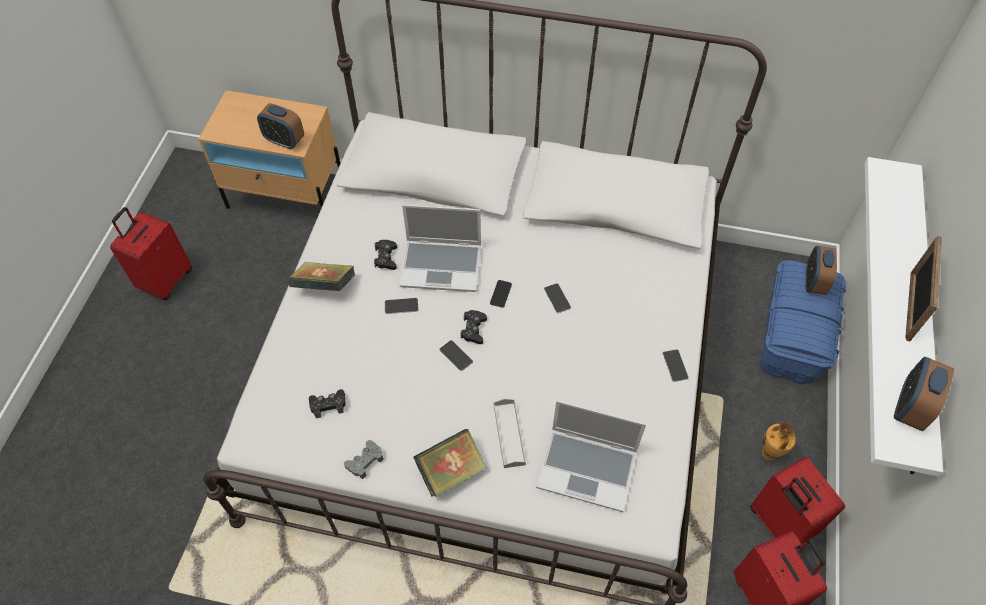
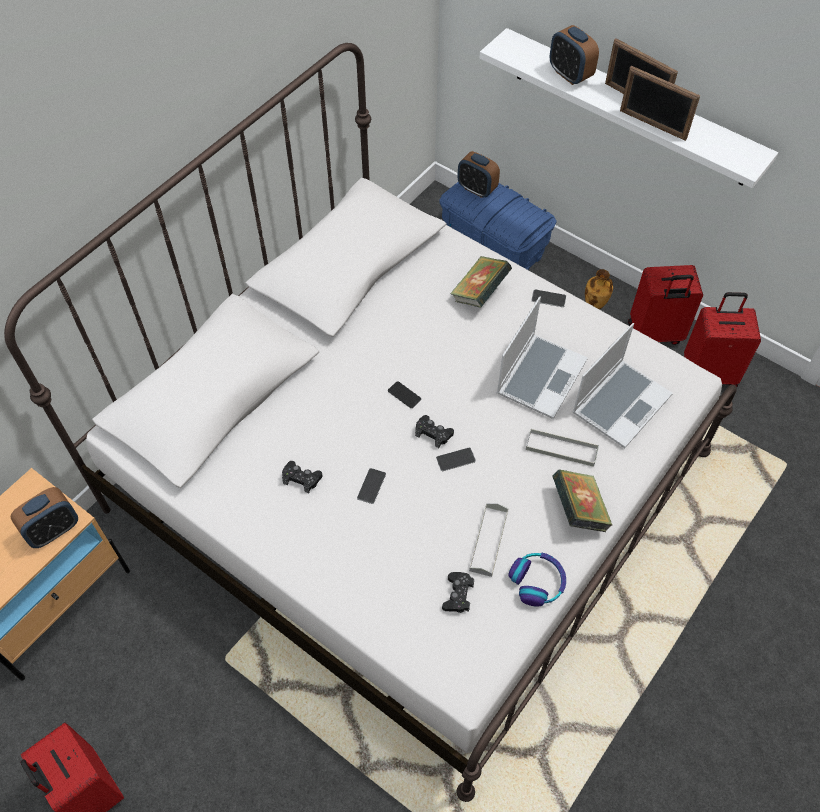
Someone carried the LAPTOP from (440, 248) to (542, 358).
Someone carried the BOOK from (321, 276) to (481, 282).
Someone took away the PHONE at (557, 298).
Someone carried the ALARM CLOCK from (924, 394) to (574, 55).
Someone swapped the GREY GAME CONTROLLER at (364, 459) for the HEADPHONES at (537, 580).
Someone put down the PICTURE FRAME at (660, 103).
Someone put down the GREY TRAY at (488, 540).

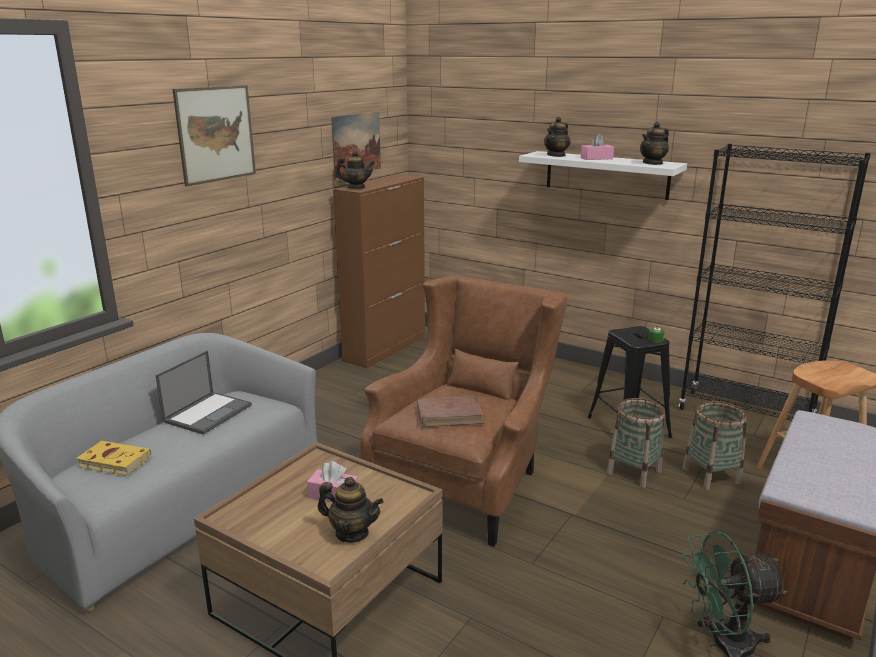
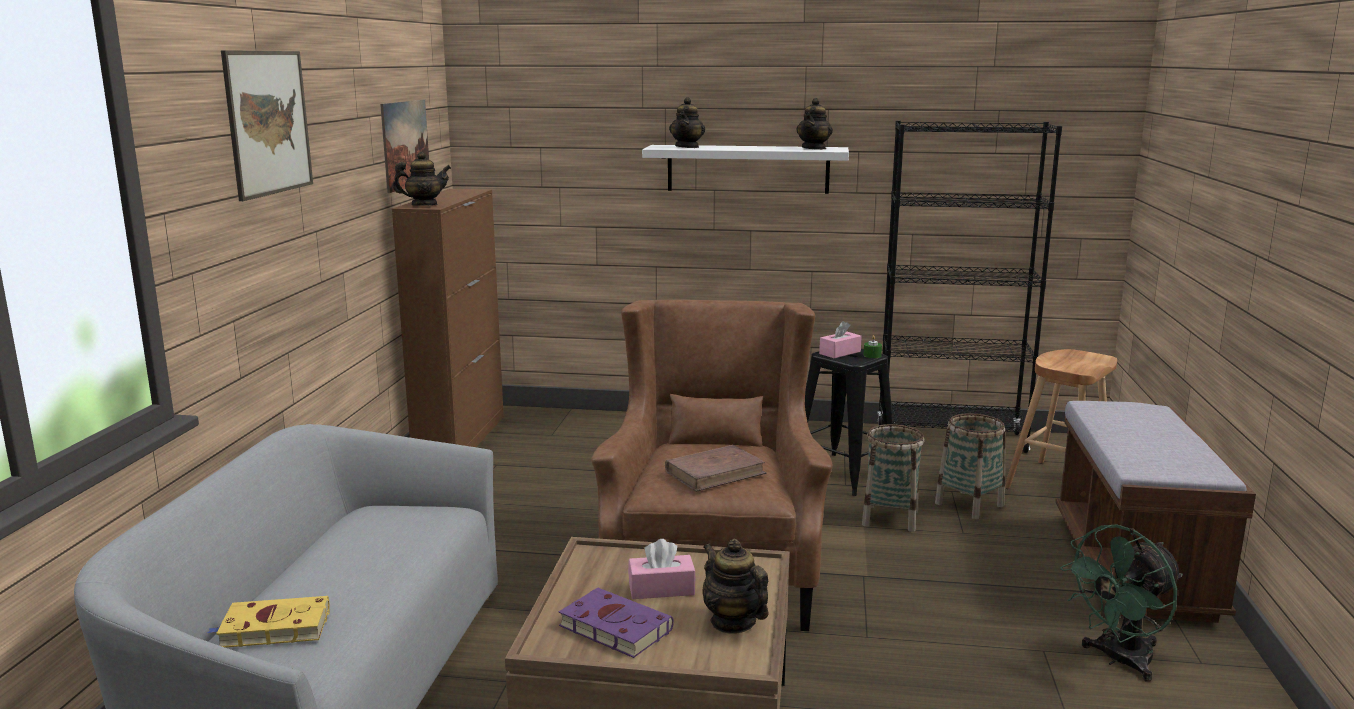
Someone carried the PINK TISSUE BOX from (597, 147) to (840, 339).
Someone took away the LAPTOP at (203, 393).
Someone rotated the TEAPOT at (351, 510) by 120 degrees counterclockwise.
Someone put down the PURPLE BOOK at (616, 623).

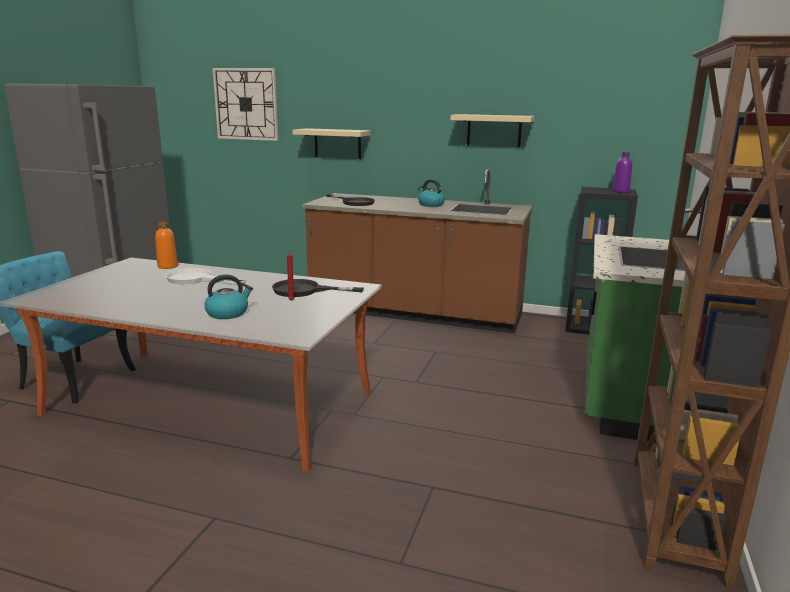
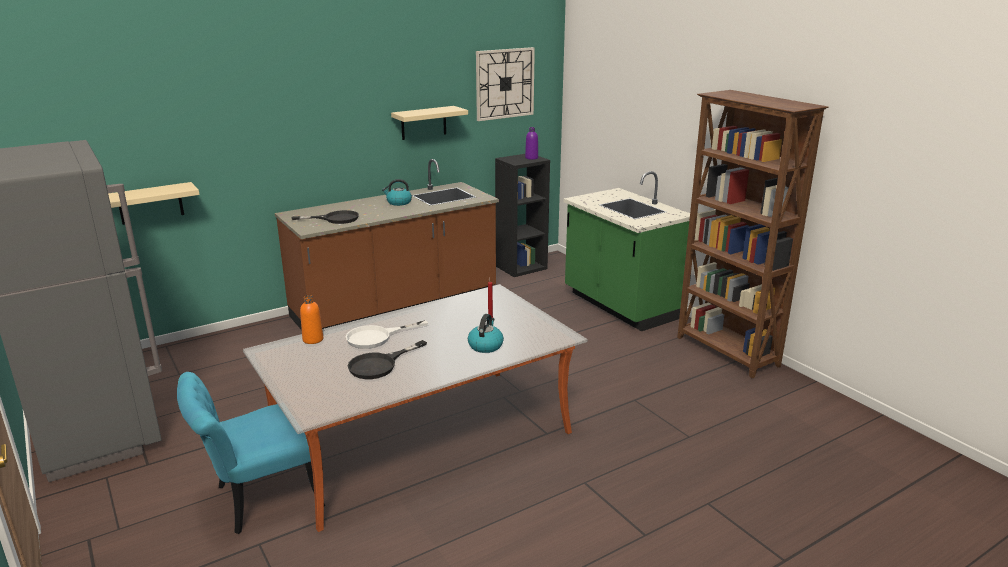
Someone carried the WALL CLOCK from (246, 104) to (505, 84).
Someone carried the BEIGE SHELF from (332, 143) to (154, 203).
Someone carried the BLACK FRYING PAN from (318, 288) to (387, 359).

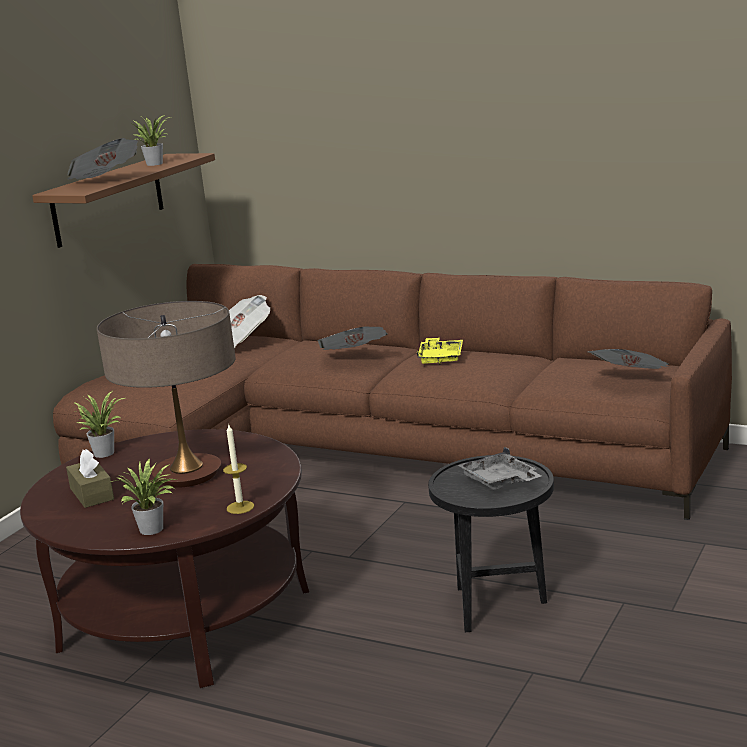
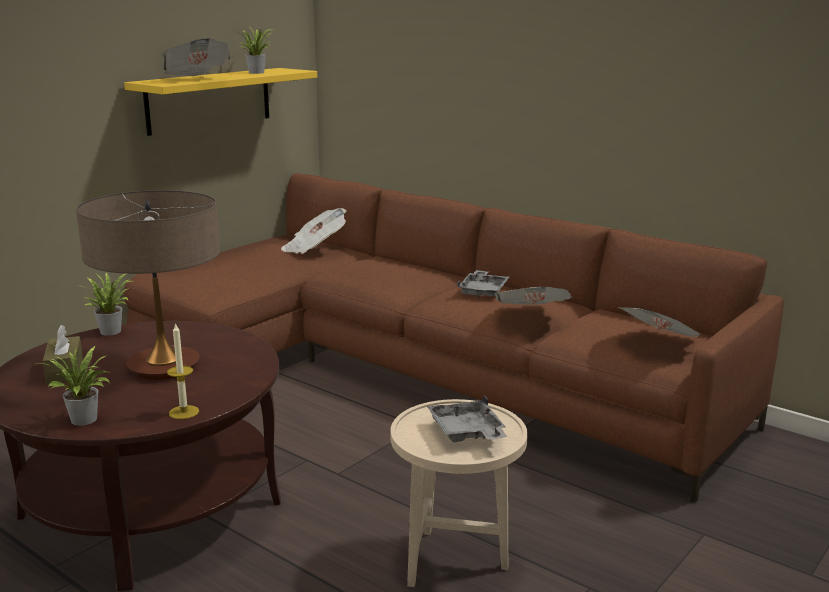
Someone repainted the BROWN SHELF at (123, 200), which became the YELLOW SHELF at (220, 102).
Someone carried the NEWSPAPER from (352, 338) to (533, 296).
Someone repainted the YELLOW TRAY at (440, 351), which became the GREY TRAY at (483, 283).
Someone repainted the BLACK SIDE TABLE at (491, 543), which became the BEIGE SIDE TABLE at (459, 493).

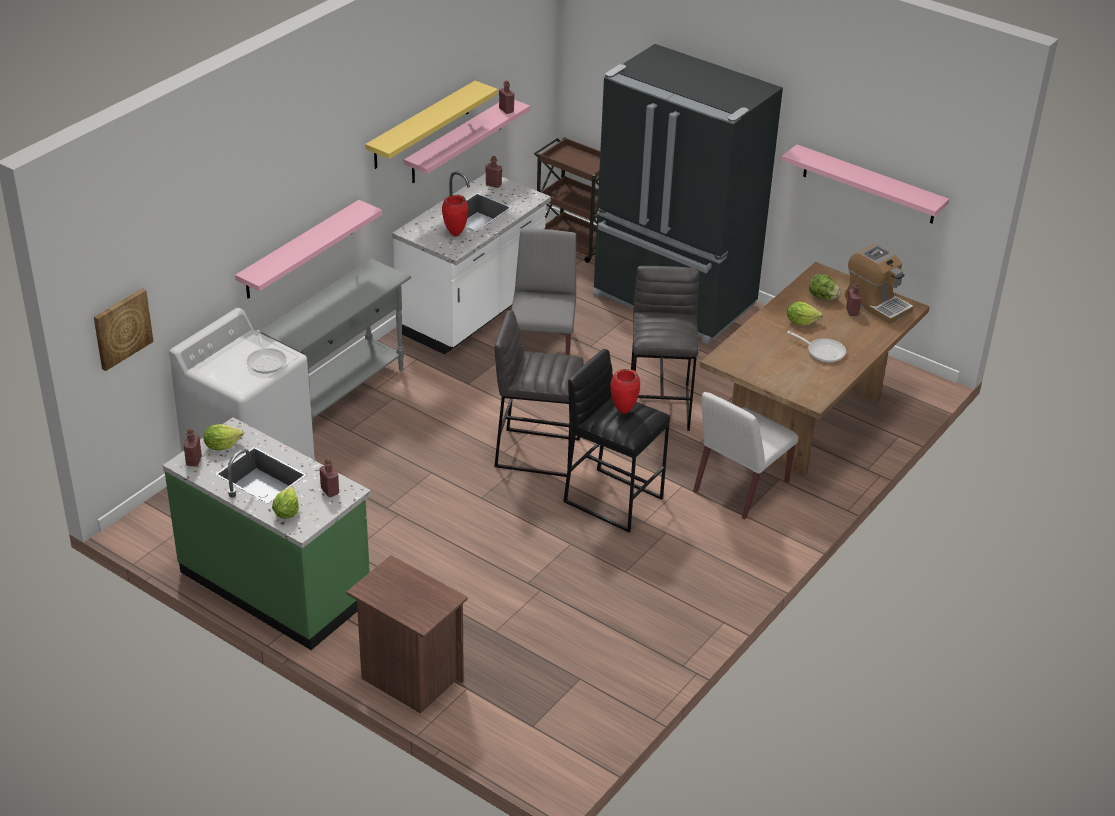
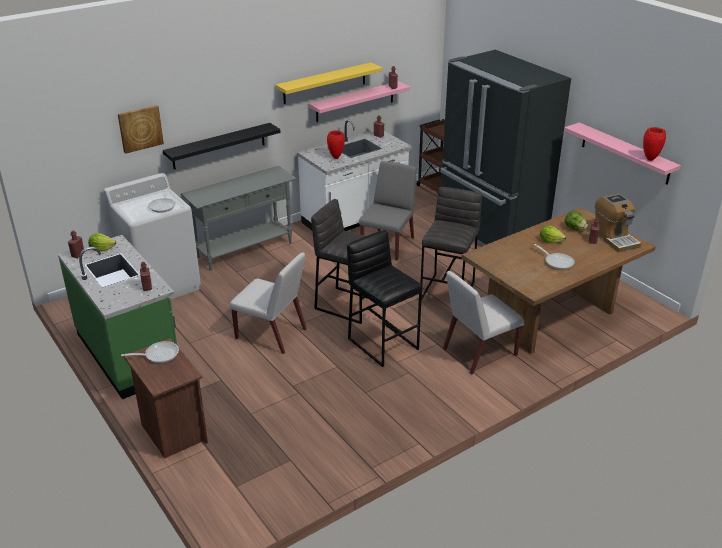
Someone repainted the PINK SHELF at (308, 249), which became the BLACK SHELF at (221, 146).
Someone carried the PICTURE from (124, 329) to (141, 129).
Someone carried the RED VASE from (625, 391) to (654, 144).
Someone took away the LETTUCE at (285, 502).
Someone put down the WHITE CHAIR at (268, 303).
Someone put down the FRYING PAN at (150, 352).

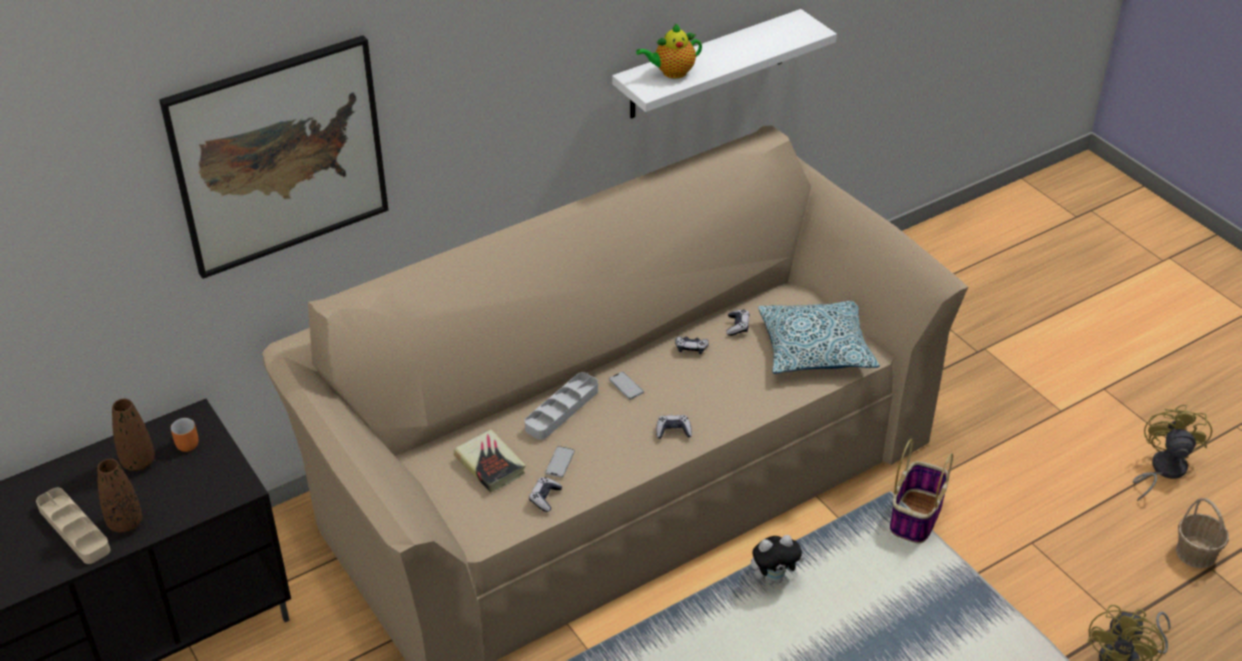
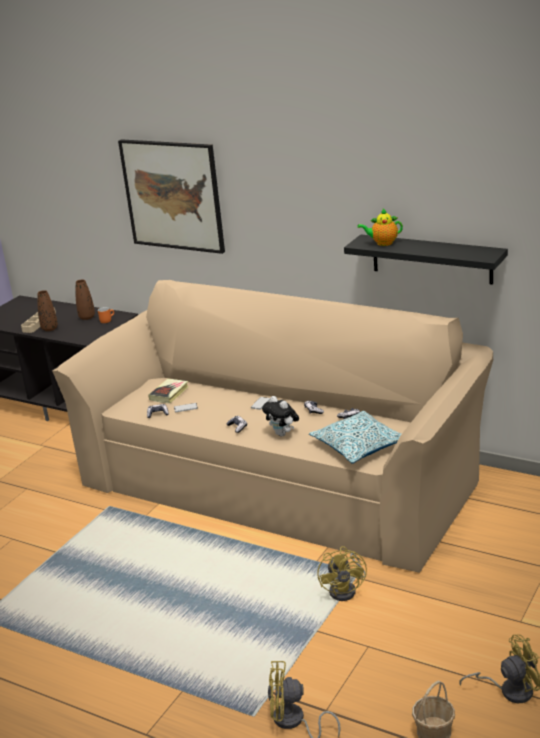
Someone repainted the WHITE SHELF at (724, 64), which became the BLACK SHELF at (426, 259).
Someone rotated the TEAPOT at (669, 51) by 45 degrees counterclockwise.
Someone took away the GREY TRAY at (561, 406).
Someone swapped the BASKET at (921, 491) for the YELLOW FAN at (342, 573).
Someone carried the PLUSH TOY from (777, 559) to (280, 416).

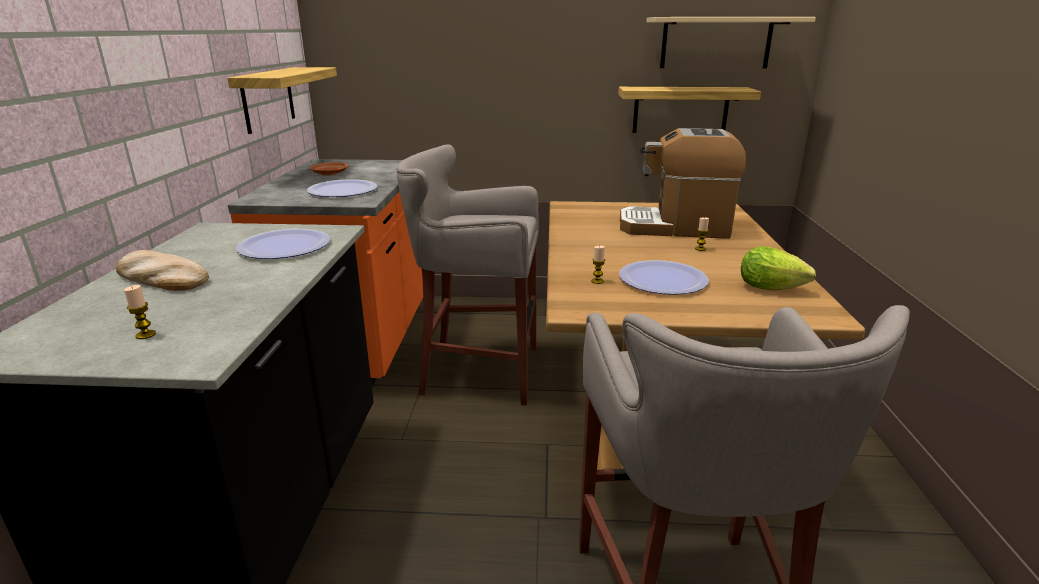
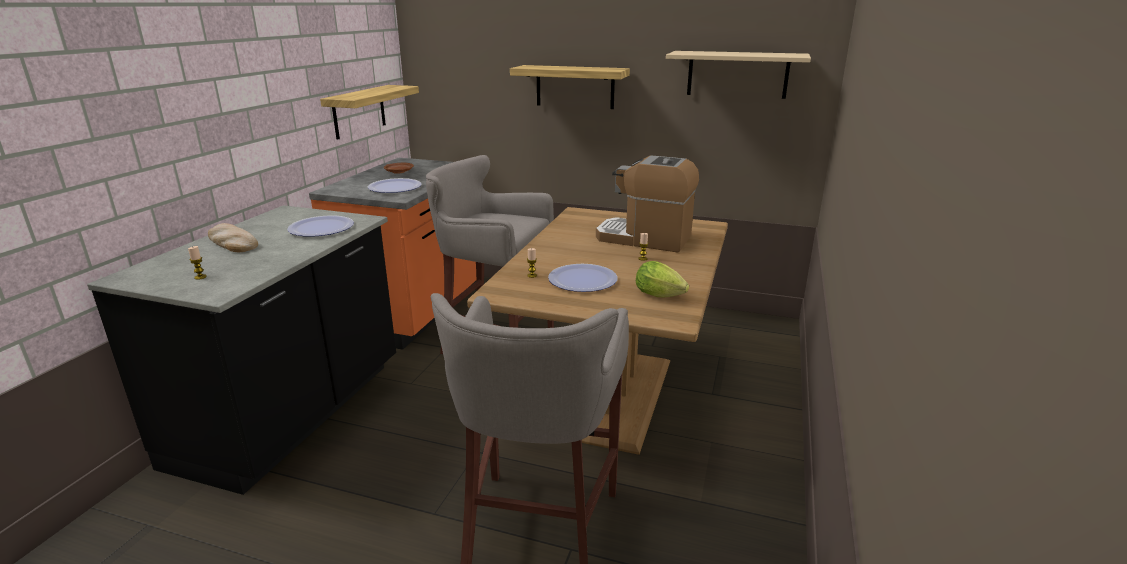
Someone carried the SHELF from (689, 110) to (570, 87).

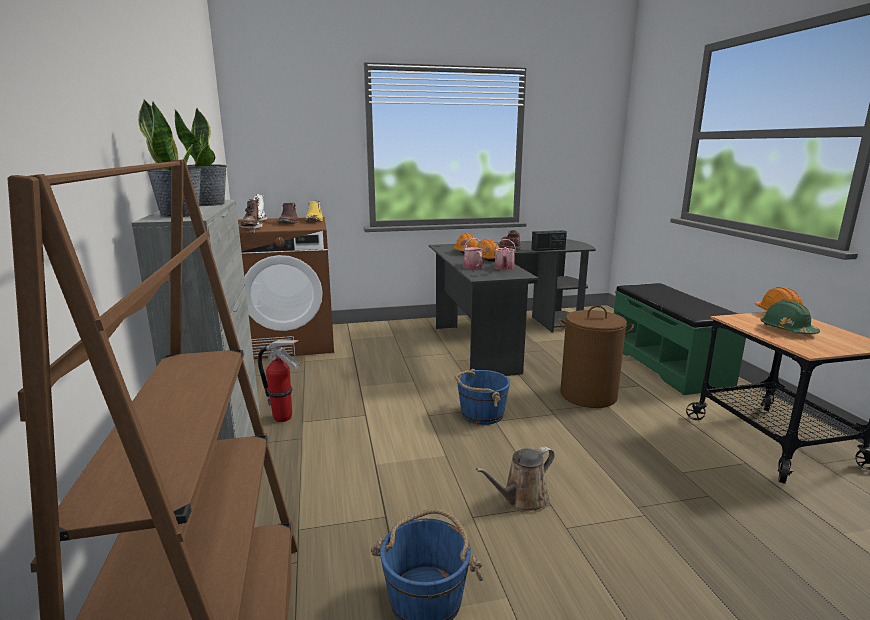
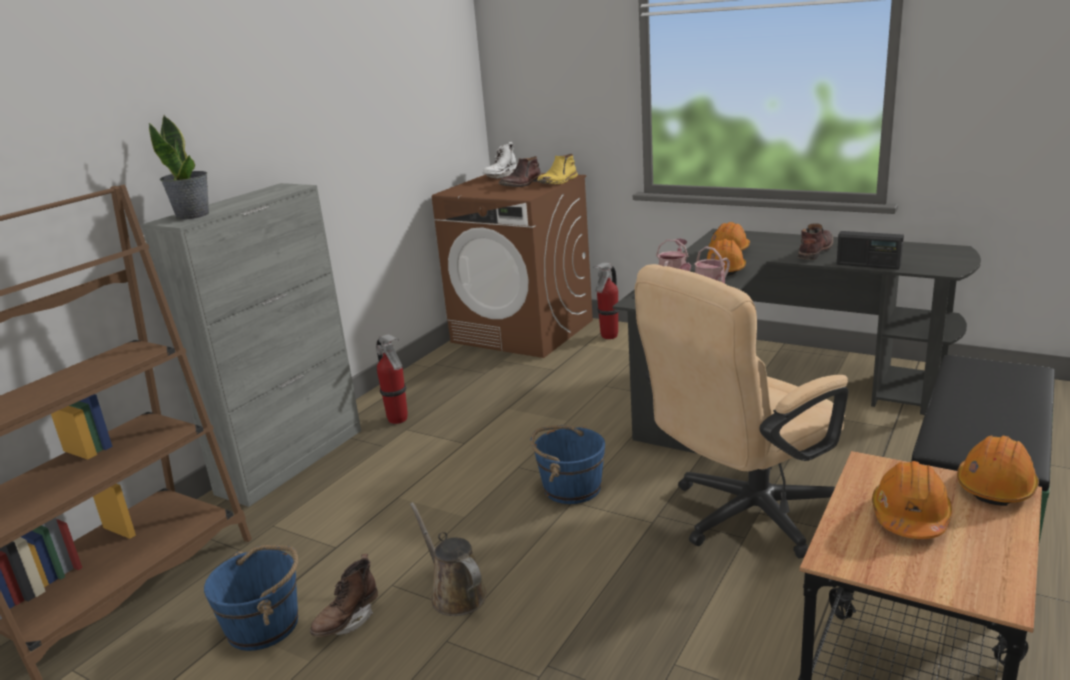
Someone took away the POTTED PLANT at (201, 157).
Someone carried the BROWN BOOT from (250, 214) to (344, 595).
Someone repainted the GREEN HARD HAT at (790, 317), which became the ORANGE HARD HAT at (912, 500).
Someone swapped the BROWN LAUNDRY BASKET at (596, 356) for the BEIGE OFFICE CHAIR at (742, 411).
Someone rotated the BROWN WATERING CAN at (515, 479) by 45 degrees clockwise.
Someone put down the FIRE EXTINGUISHER at (606, 301).

